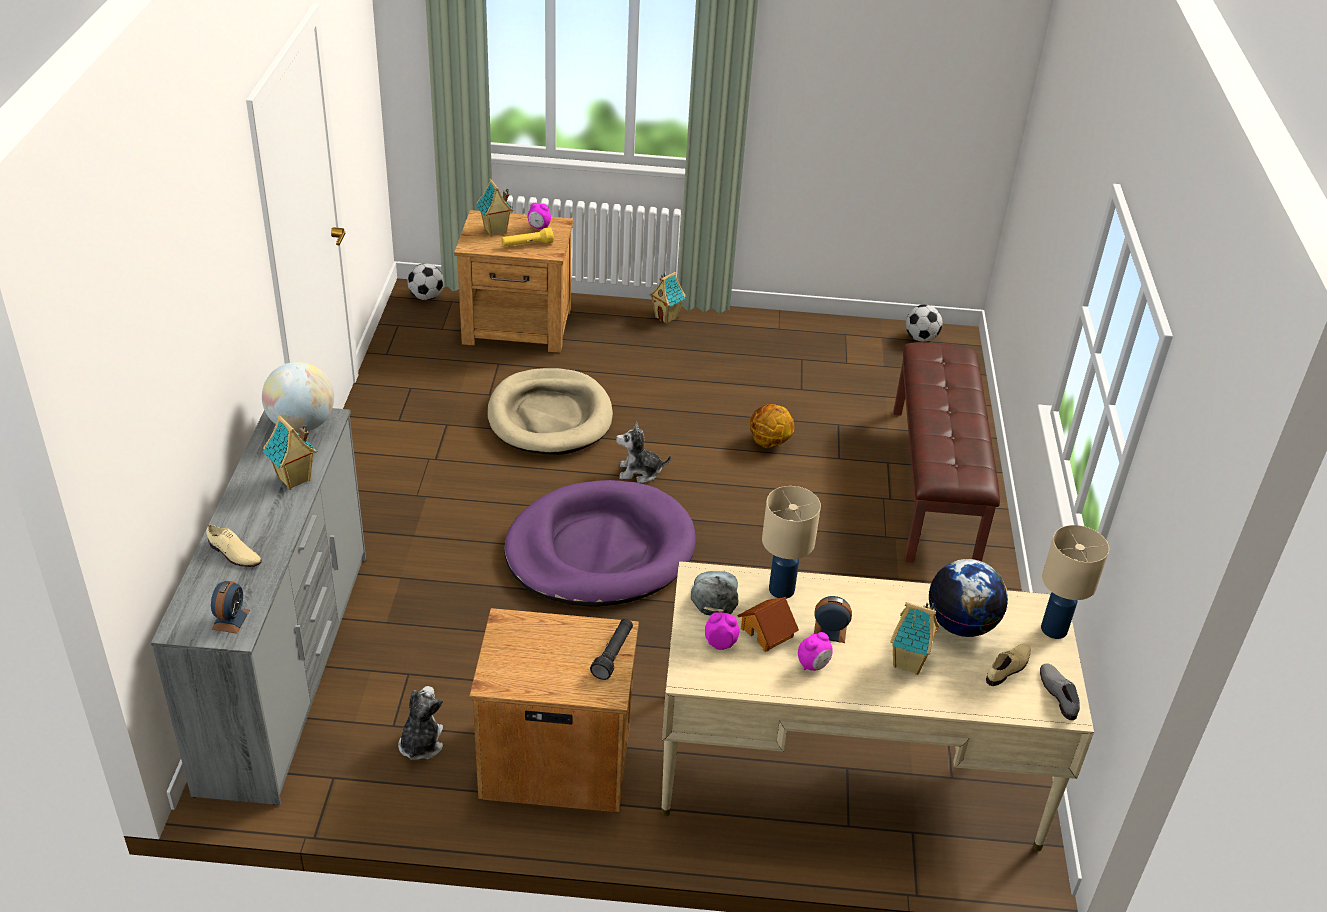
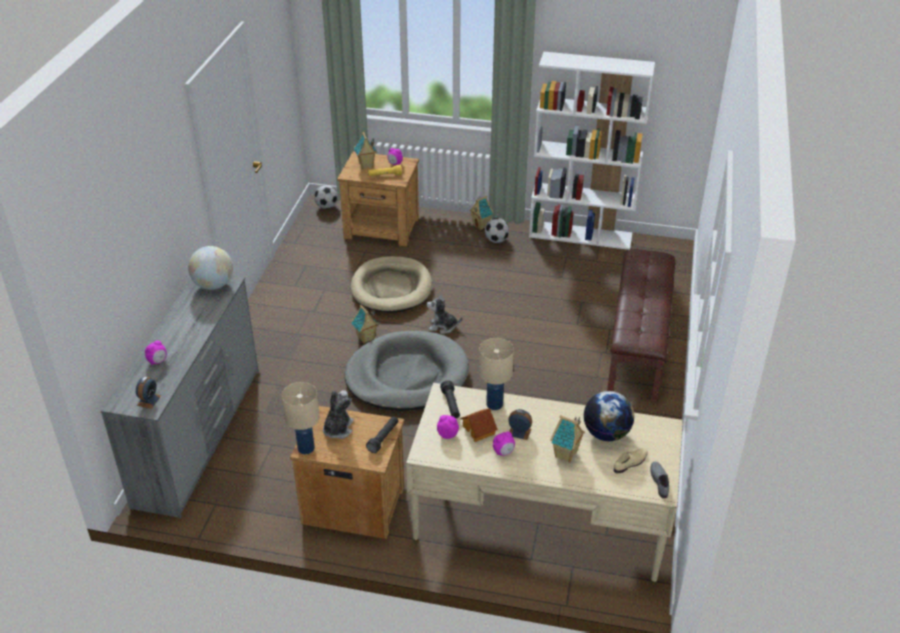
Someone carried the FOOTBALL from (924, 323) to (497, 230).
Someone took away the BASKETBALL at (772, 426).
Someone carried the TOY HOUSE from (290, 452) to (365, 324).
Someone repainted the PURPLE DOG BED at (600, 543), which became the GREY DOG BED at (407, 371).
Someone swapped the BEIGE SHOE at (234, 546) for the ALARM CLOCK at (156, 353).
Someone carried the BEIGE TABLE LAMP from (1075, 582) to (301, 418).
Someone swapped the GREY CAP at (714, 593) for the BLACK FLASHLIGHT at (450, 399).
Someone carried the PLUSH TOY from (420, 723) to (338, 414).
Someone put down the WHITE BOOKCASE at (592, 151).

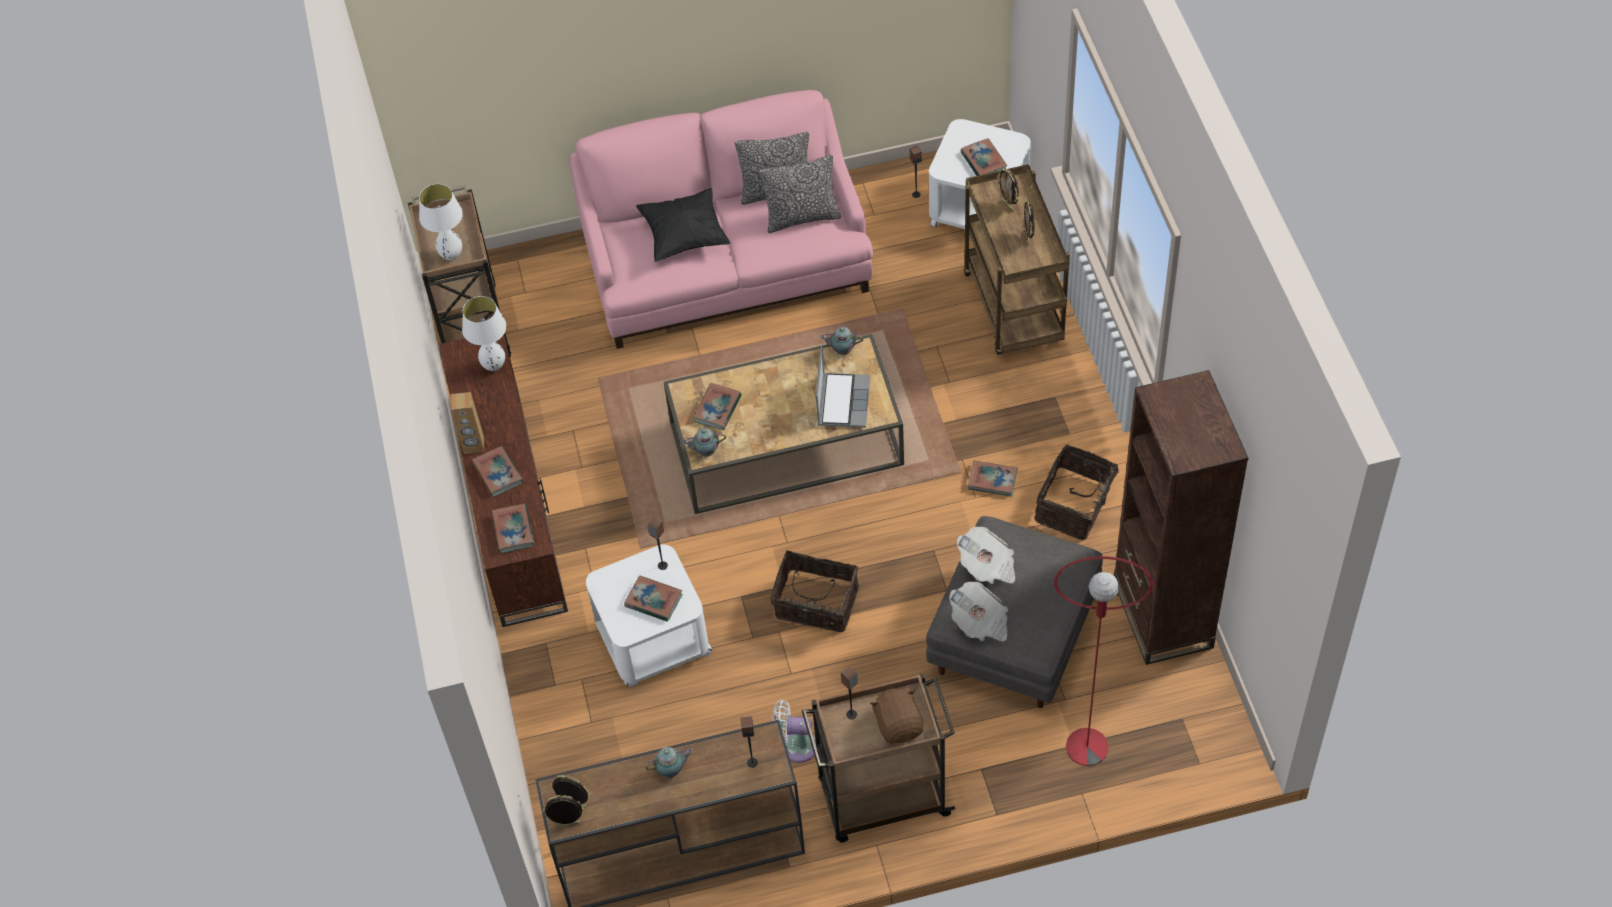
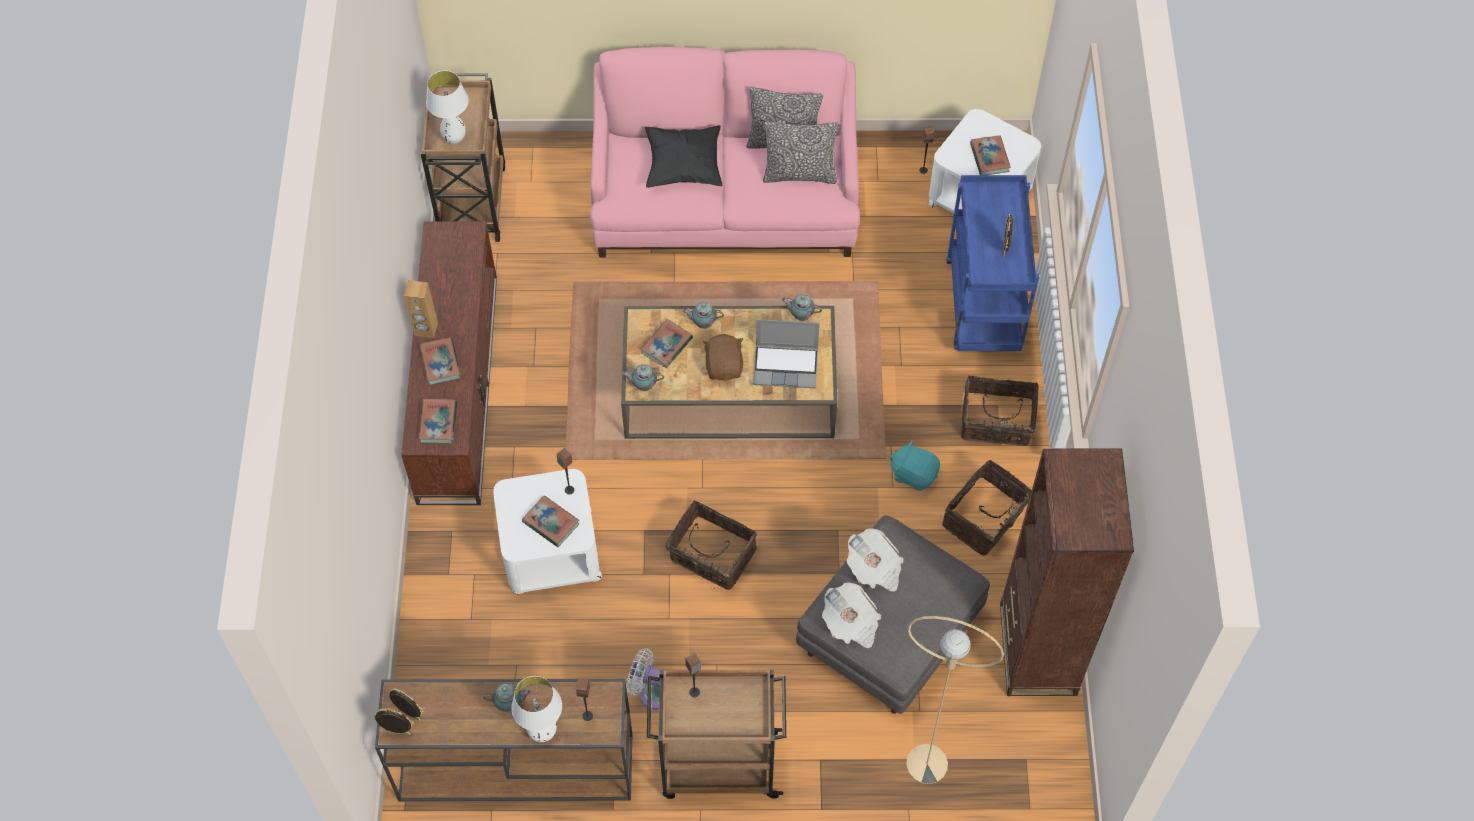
Someone repainted the BROWN CART at (1017, 259), which became the BLUE CART at (992, 263).
Someone took away the PICTURE FRAME at (1008, 190).
Someone carried the WHITE TABLE LAMP from (484, 333) to (536, 709).
Someone rotated the LAPTOP at (843, 385) by 75 degrees clockwise.
Someone swapped the BOOK at (993, 479) for the TURQUOISE PLUSH TOY at (915, 465).
Someone repainted the RED FLOOR LAMP at (1103, 661), which became the BEIGE FLOOR LAMP at (955, 700).
Someone carried the BROWN PLUSH TOY from (896, 716) to (722, 357).
Someone put down the TEAPOT at (703, 315).
Someone put down the BASKET at (1000, 411).

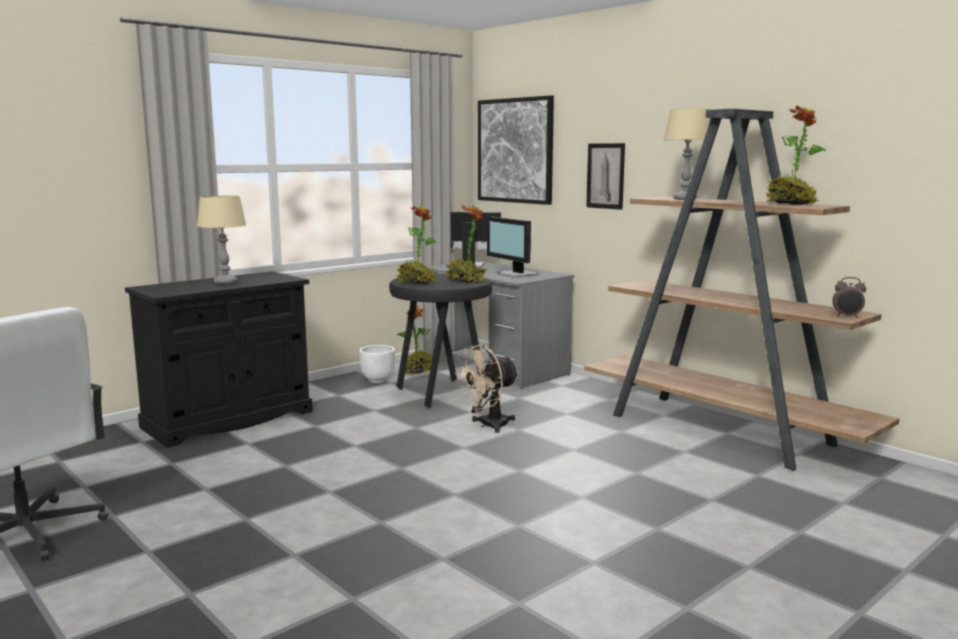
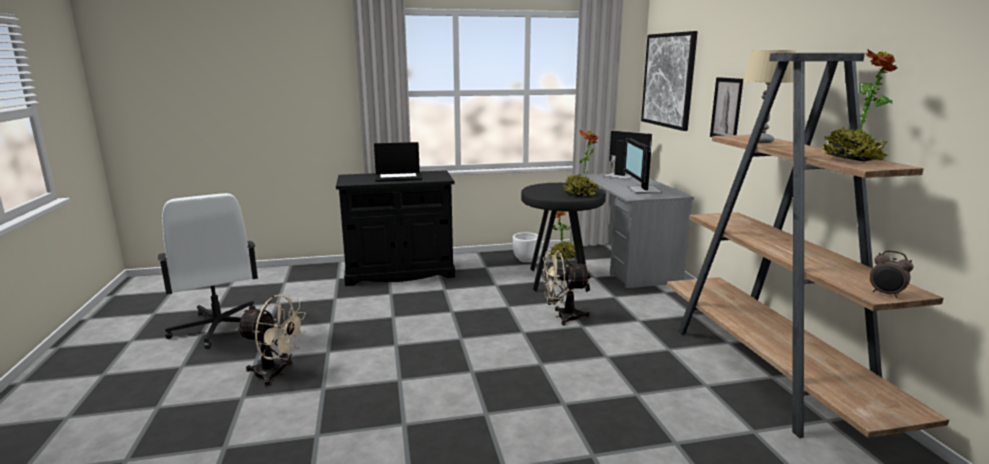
Someone swapped the BEIGE TABLE LAMP at (222, 239) for the LAPTOP at (398, 162).
Someone took away the POTTED PLANT at (416, 245).
Someone put down the BEIGE FAN at (271, 340).

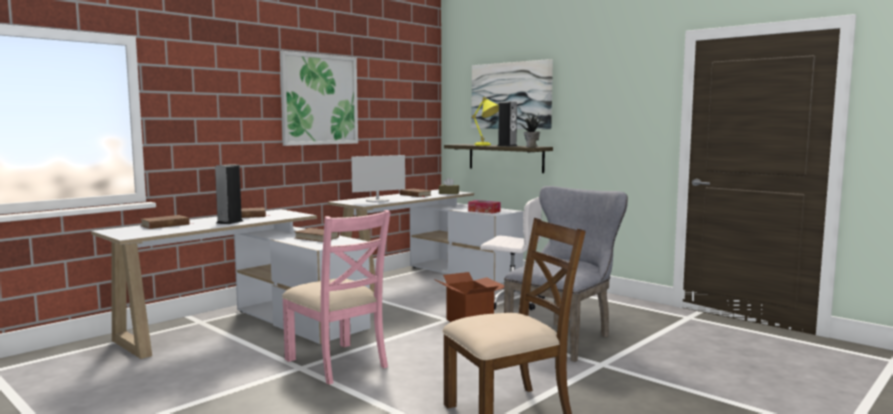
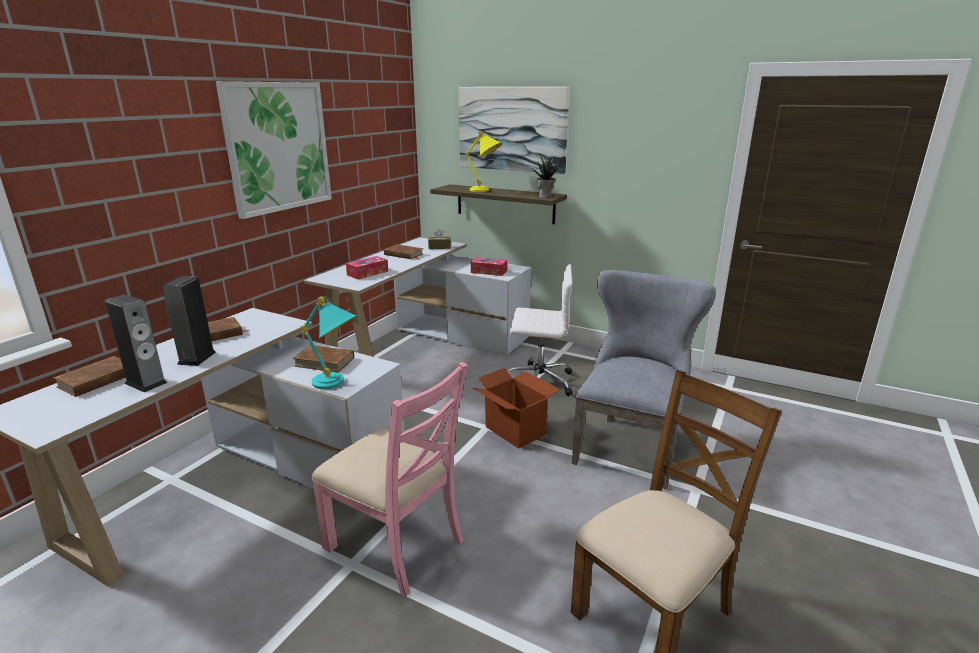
Someone carried the SPEAKER from (507, 124) to (136, 343).
Someone swapped the MONITOR at (378, 178) for the TISSUE BOX at (367, 267).
Someone put down the TURQUOISE TABLE LAMP at (328, 342).

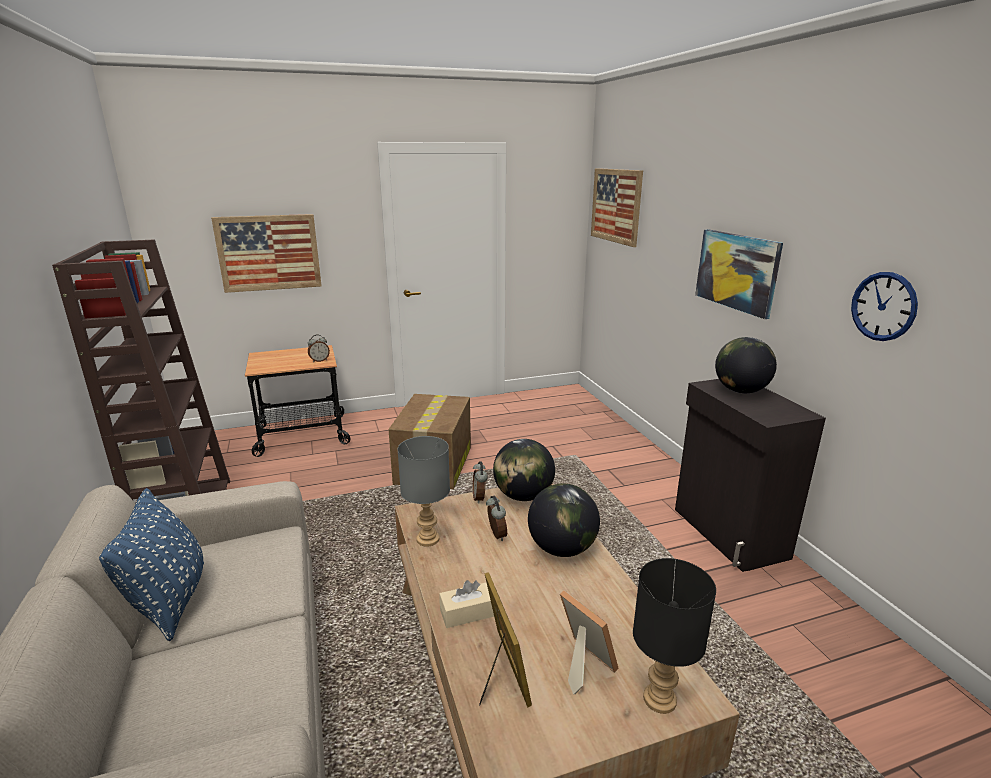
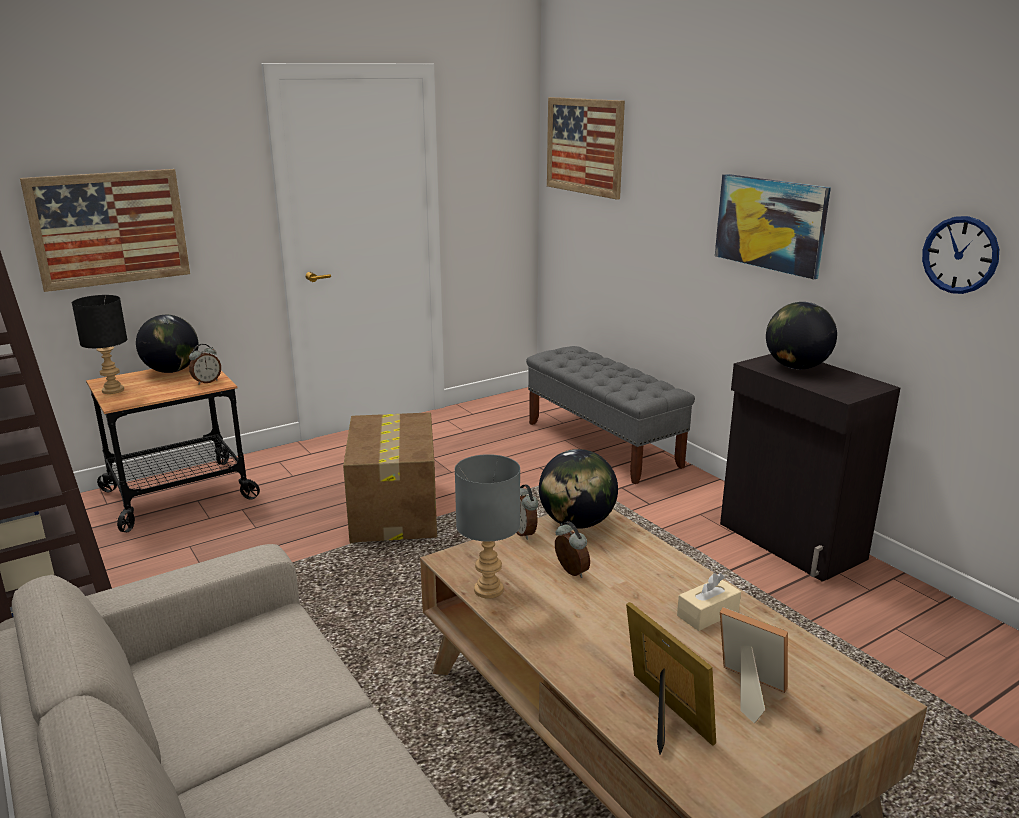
Someone carried the GLOBE from (564, 520) to (167, 344).
Someone took away the BLUE PILLOW at (151, 564).
Someone carried the BLACK TABLE LAMP from (674, 636) to (99, 344).
Someone carried the BEIGE TISSUE BOX from (466, 604) to (709, 602).
Someone put down the GREY BENCH at (610, 415).

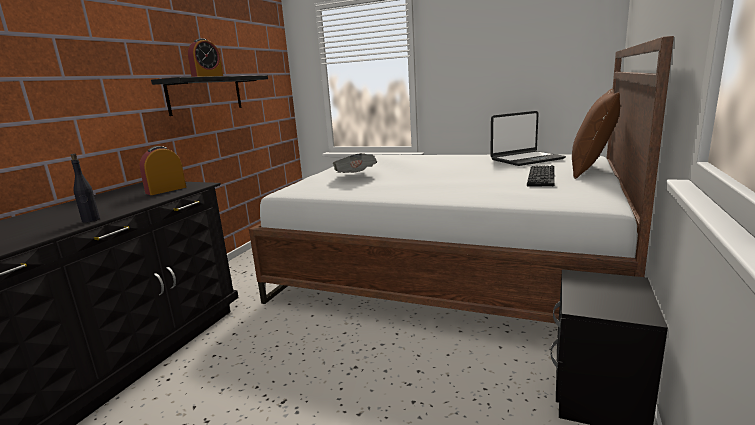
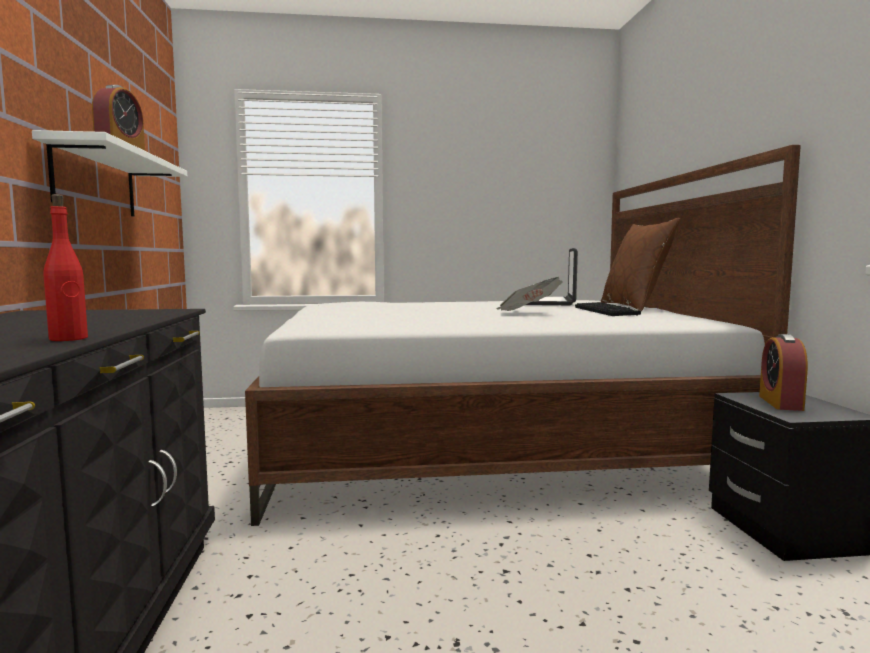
Someone repainted the BLACK SHELF at (209, 95), which became the WHITE SHELF at (109, 173).
Someone rotated the LAPTOP at (528, 138) by 150 degrees clockwise.
Someone carried the ALARM CLOCK from (162, 170) to (783, 372).
Someone carried the NEWSPAPER from (355, 163) to (530, 294).
Someone repainted the BLACK BOTTLE at (85, 188), which became the RED BOTTLE at (66, 267).

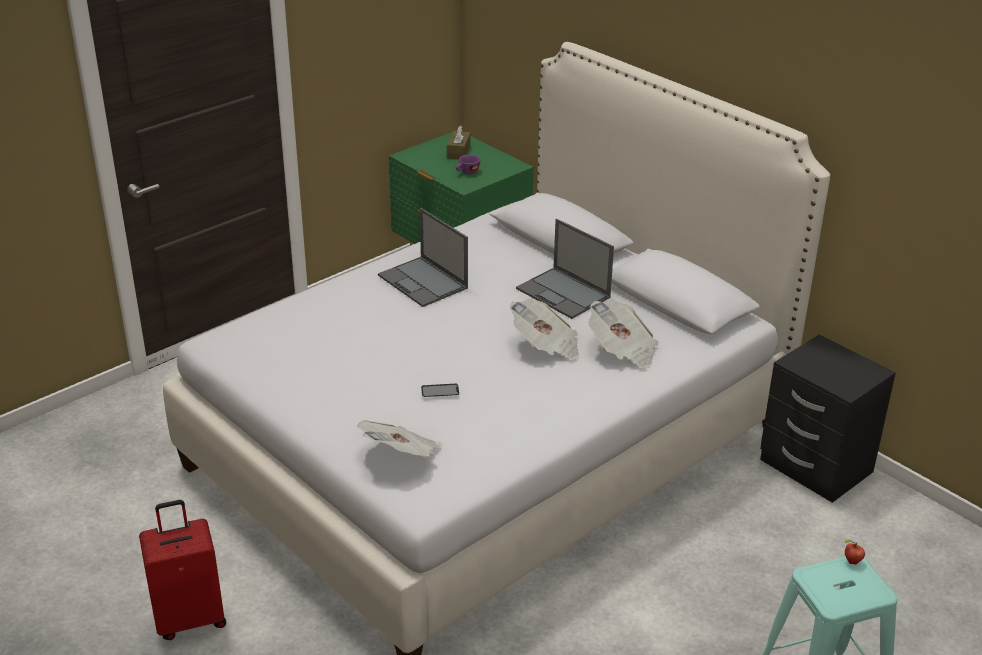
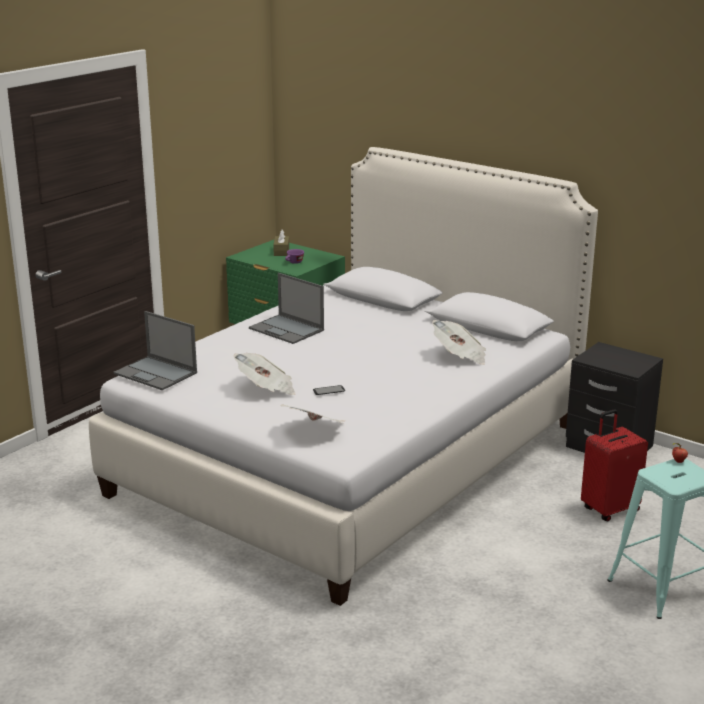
Someone carried the LAPTOP from (565, 269) to (155, 350).
Someone carried the NEWSPAPER from (544, 329) to (265, 374).
Someone carried the RED SUITCASE from (182, 570) to (614, 465).

